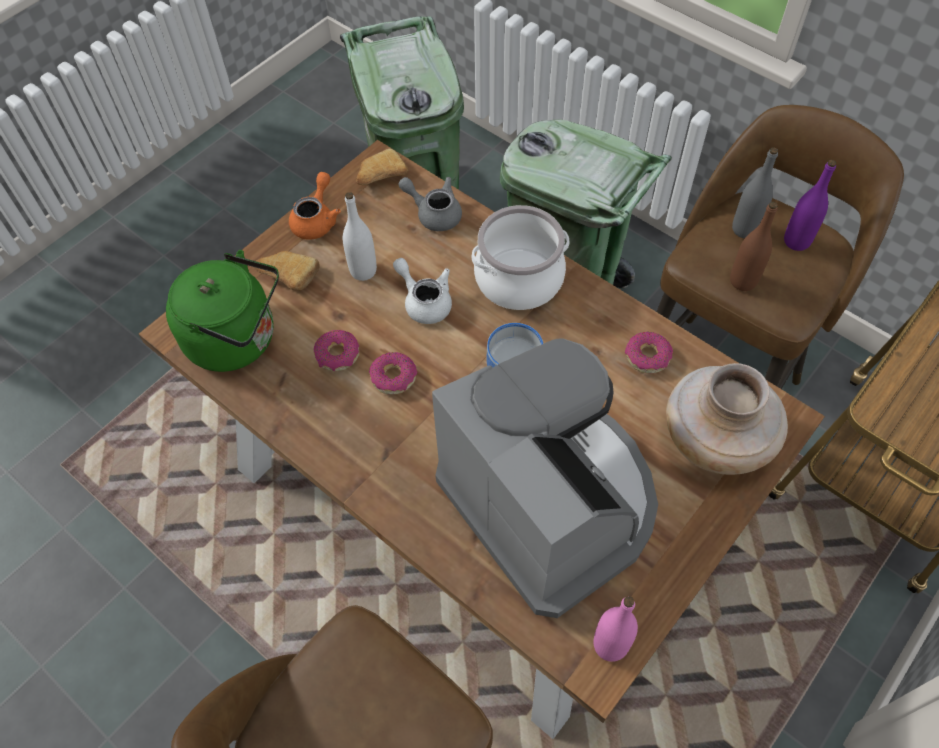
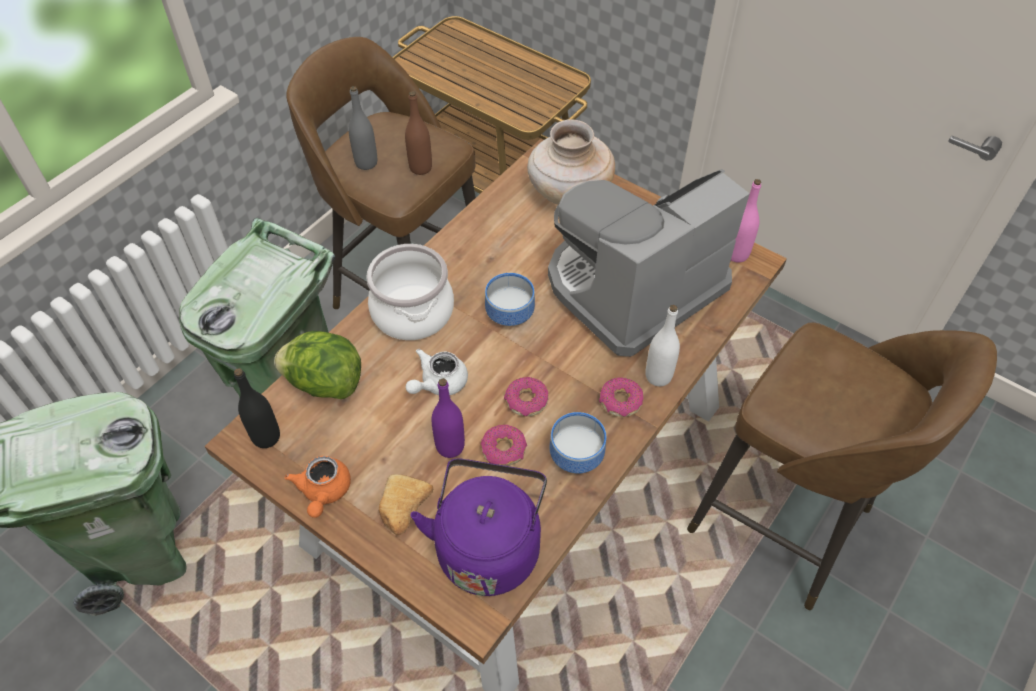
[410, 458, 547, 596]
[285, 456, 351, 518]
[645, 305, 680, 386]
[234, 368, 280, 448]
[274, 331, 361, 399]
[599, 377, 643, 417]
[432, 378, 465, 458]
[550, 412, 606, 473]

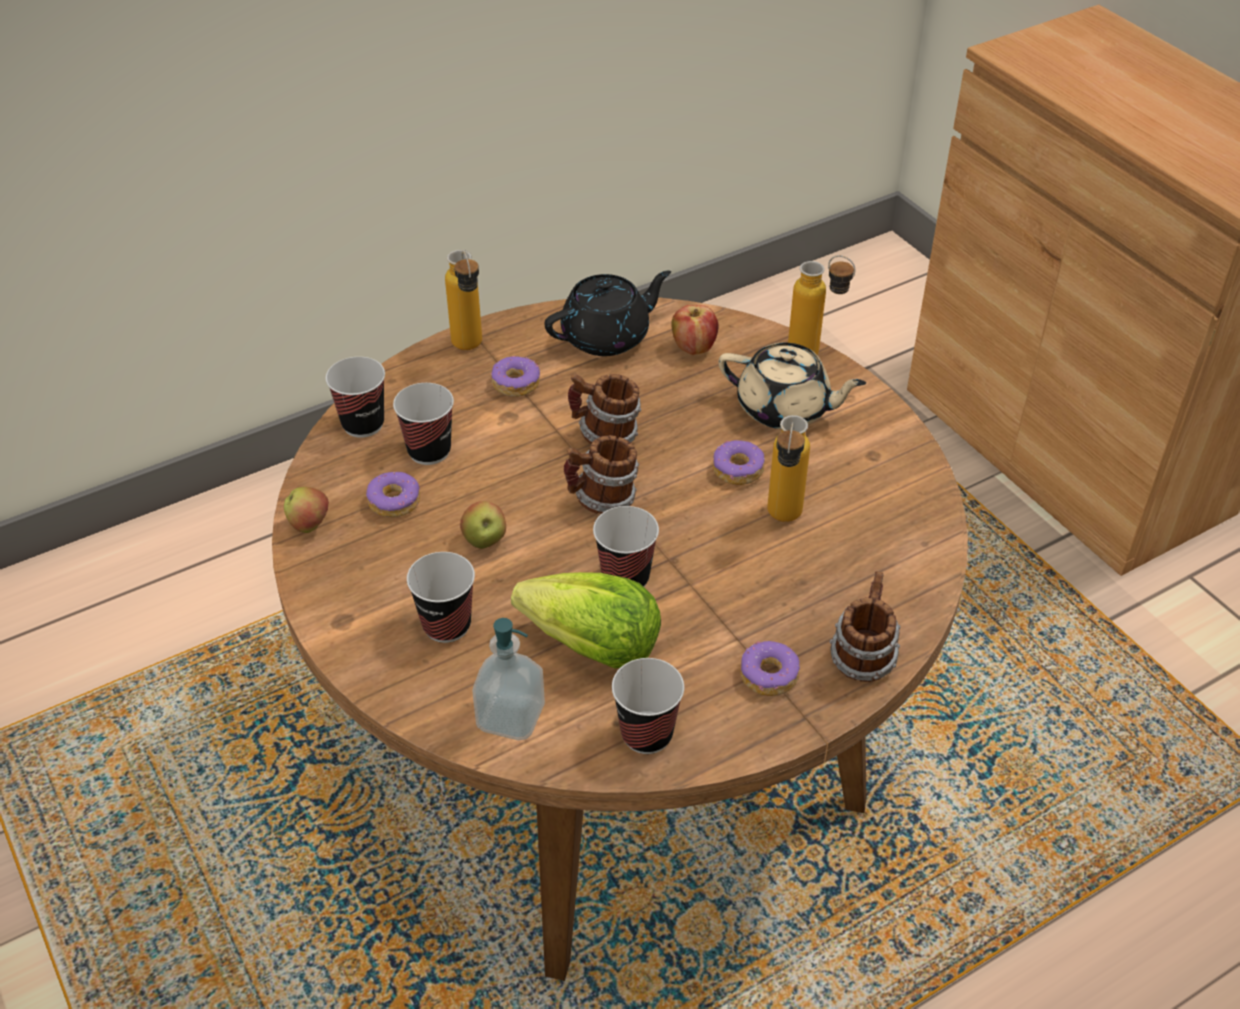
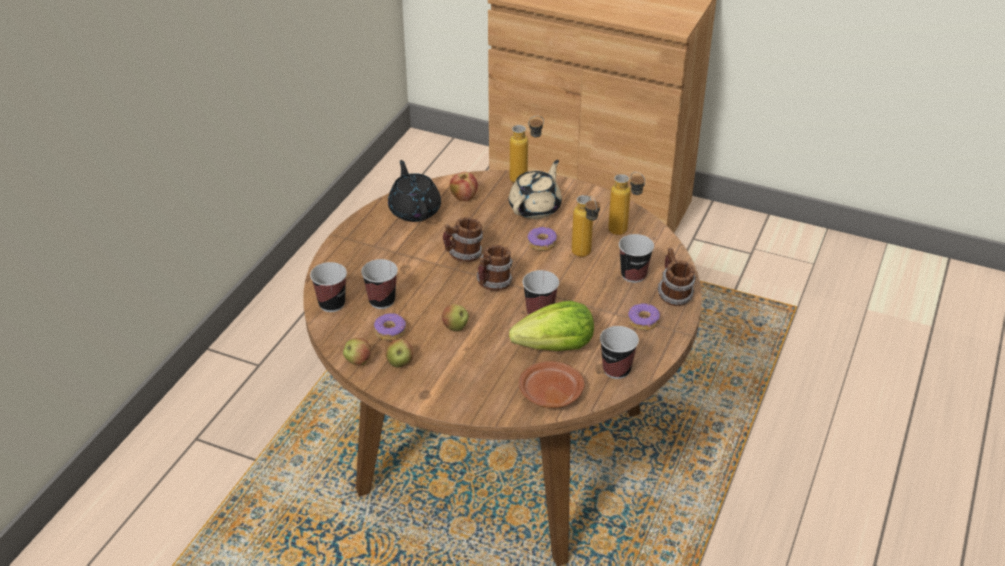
[619, 234, 654, 283]
[608, 172, 645, 235]
[519, 361, 585, 408]
[491, 356, 540, 397] (first image)
[388, 160, 441, 222]
[509, 160, 562, 219]
[385, 339, 413, 368]

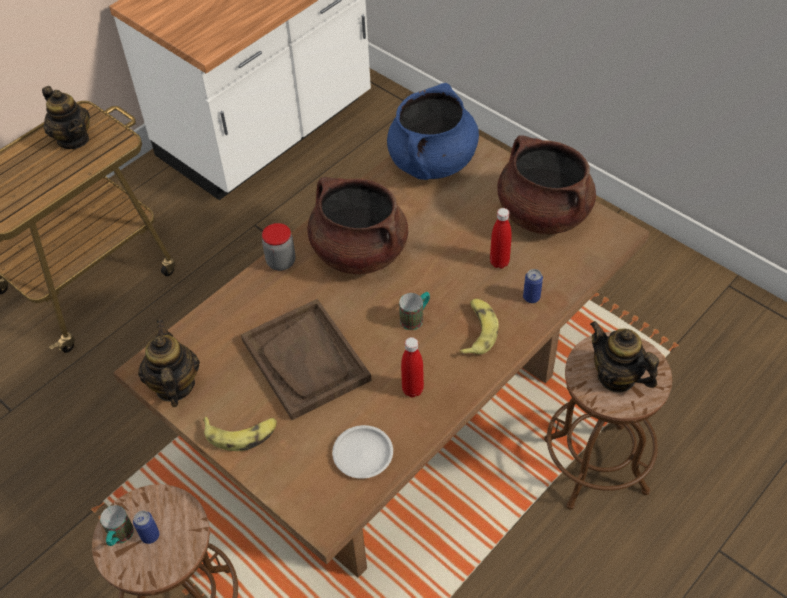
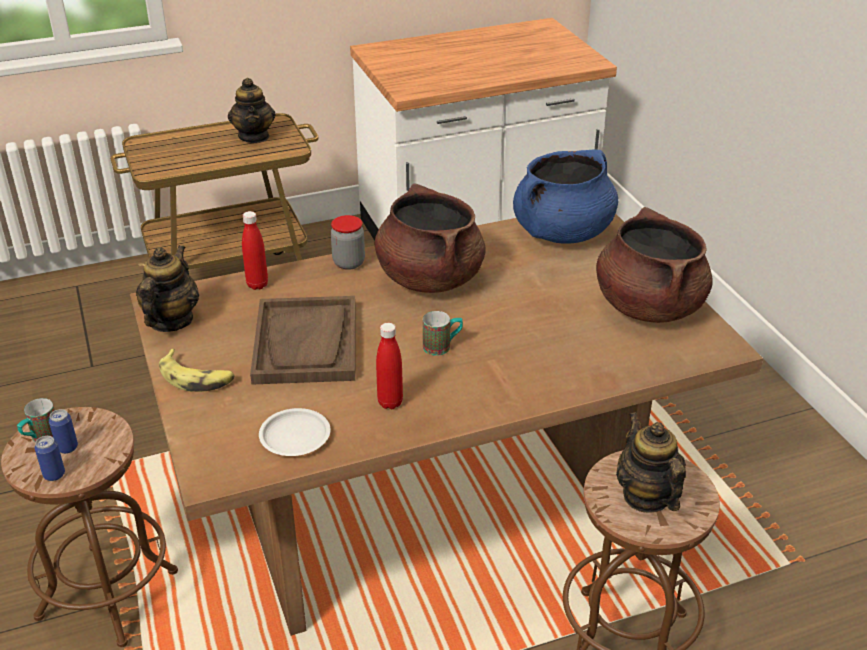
[459, 299, 499, 355] (first image)
[242, 211, 268, 290]
[35, 436, 65, 481]

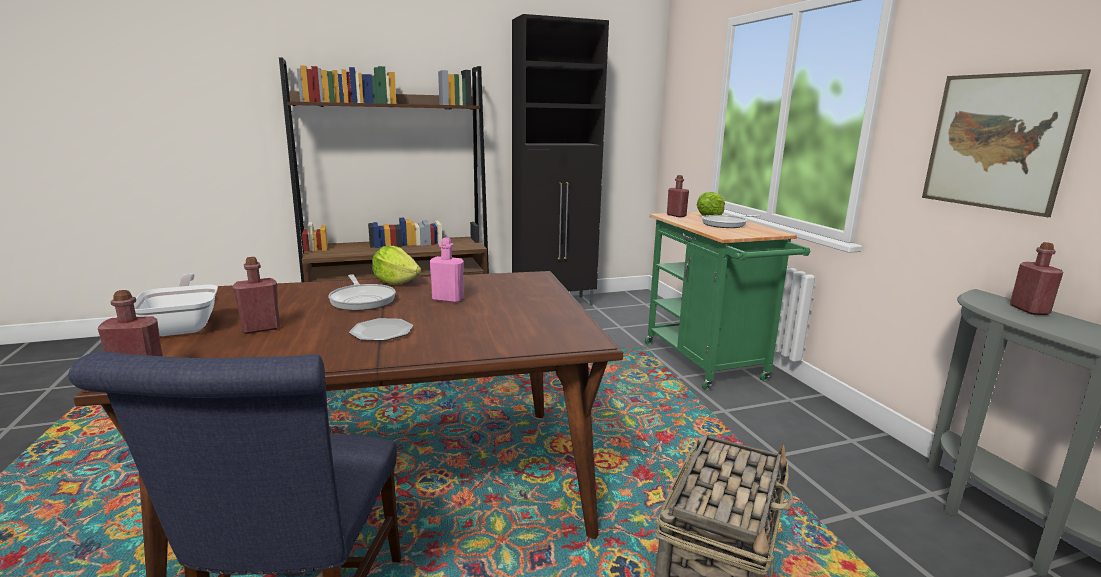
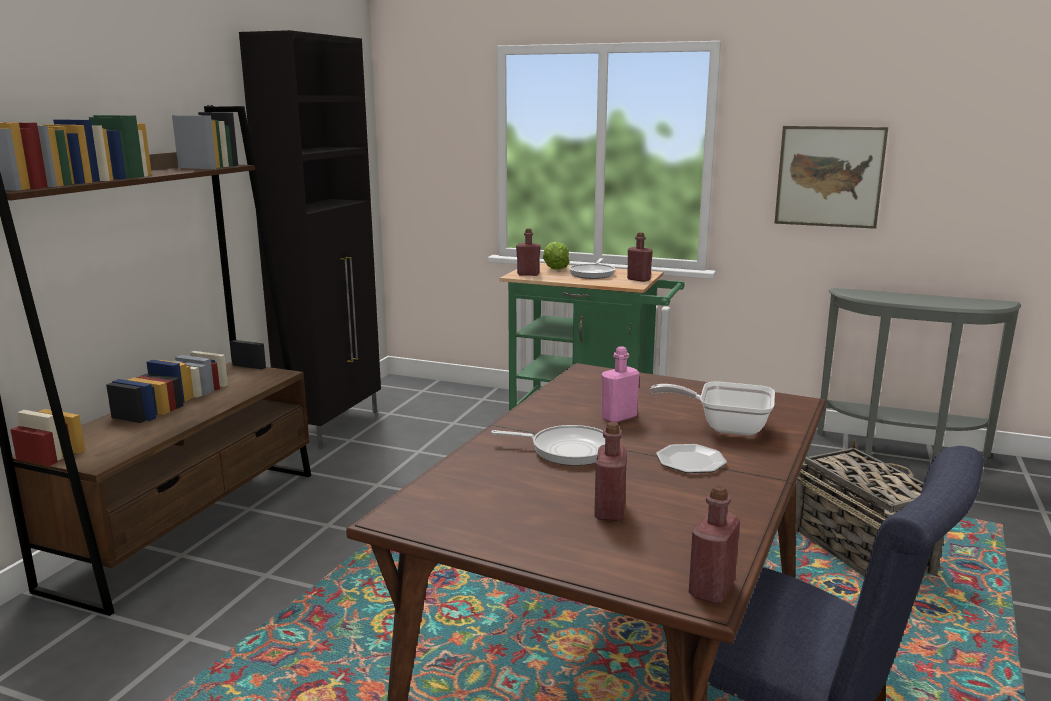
[650, 381, 775, 436]
[372, 246, 421, 285] (first image)
[627, 232, 653, 282]

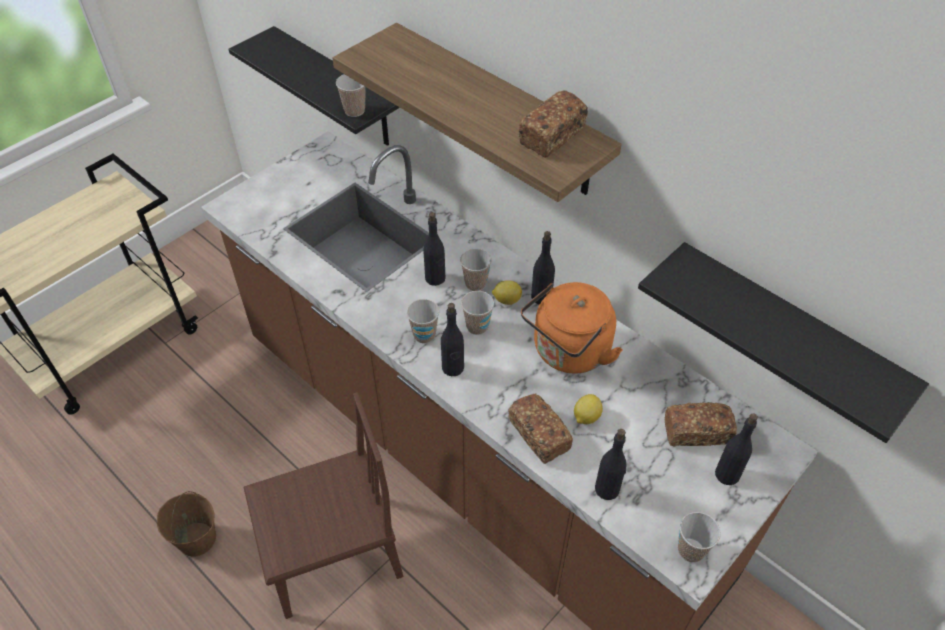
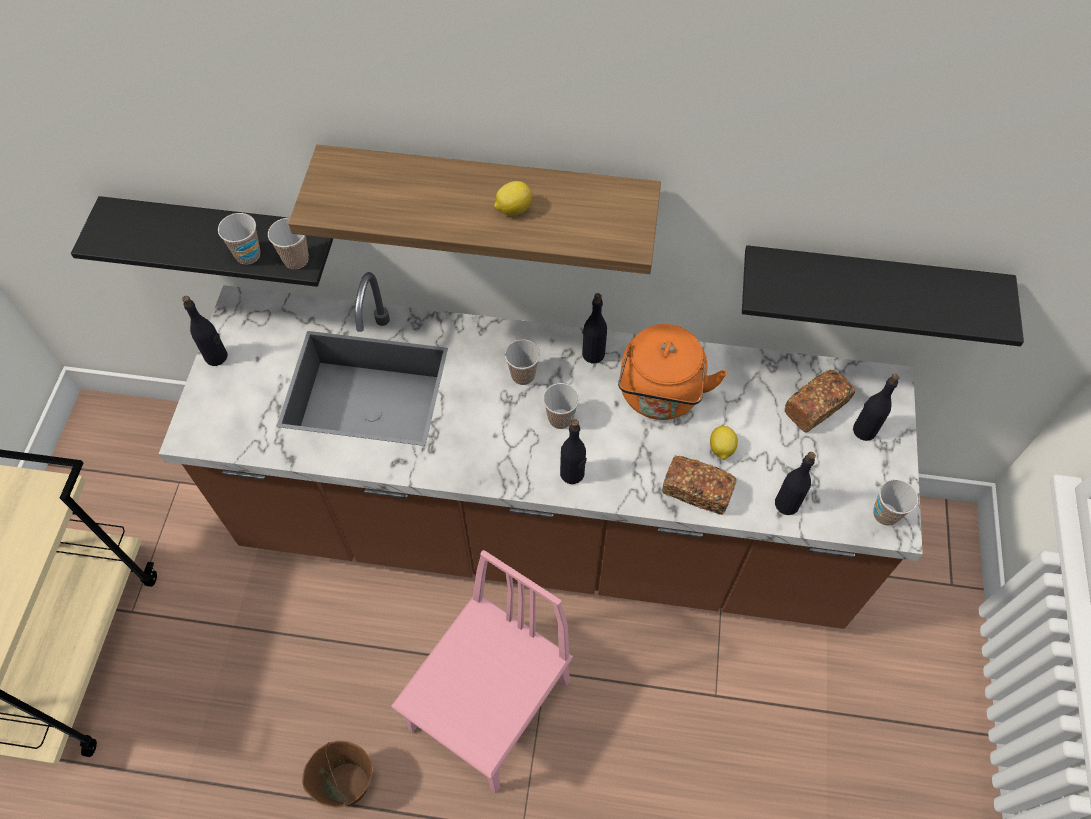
[391, 550, 573, 793]
[218, 213, 260, 265]
[182, 296, 228, 366]
[494, 181, 532, 215]
[518, 90, 588, 158] (first image)

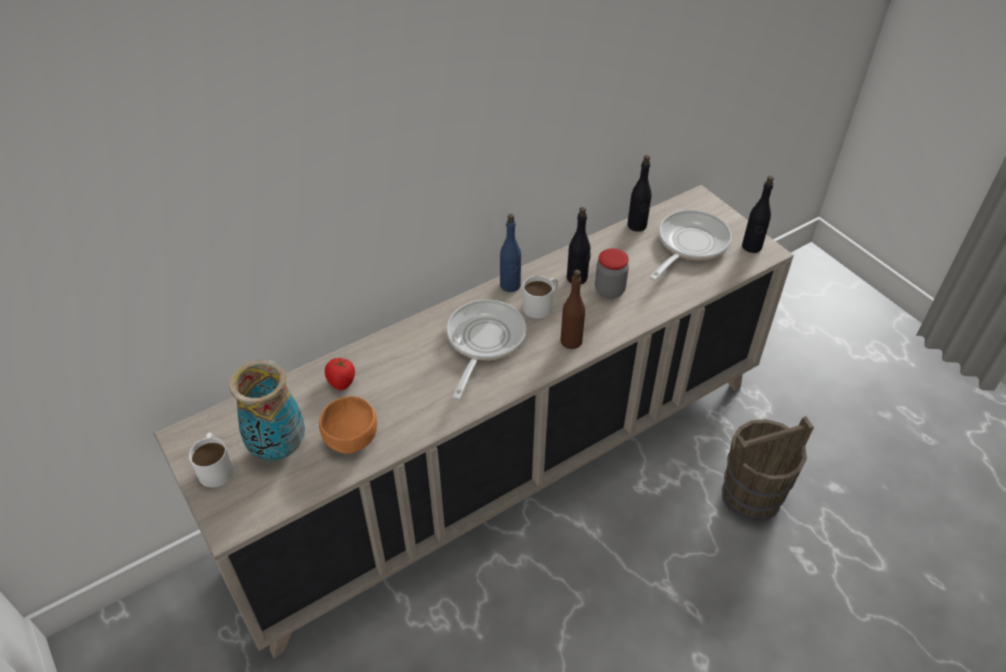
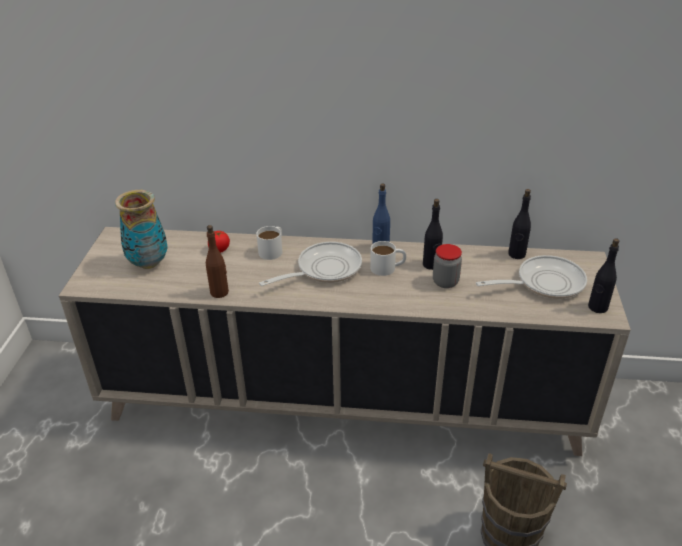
[256, 226, 282, 260]
[319, 396, 377, 454] (first image)
[206, 225, 229, 298]

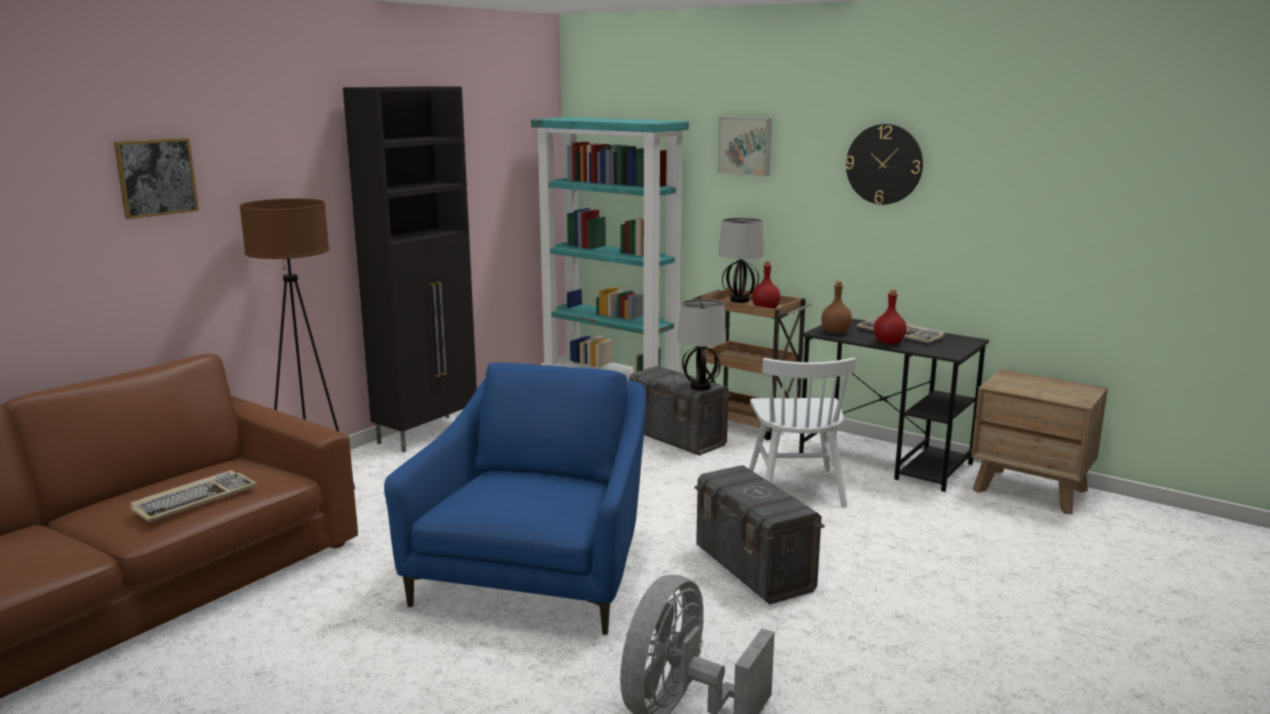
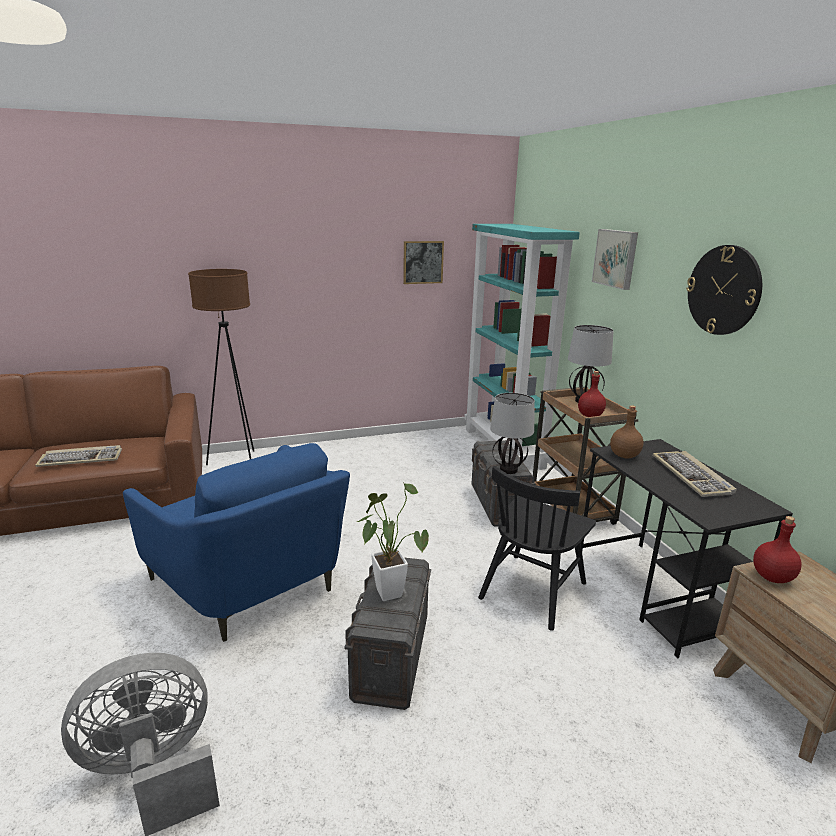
[403, 241, 444, 284]
[343, 86, 477, 452] (first image)
[123, 443, 350, 642]
[478, 466, 596, 631]
[753, 516, 802, 583]
[357, 482, 429, 601]

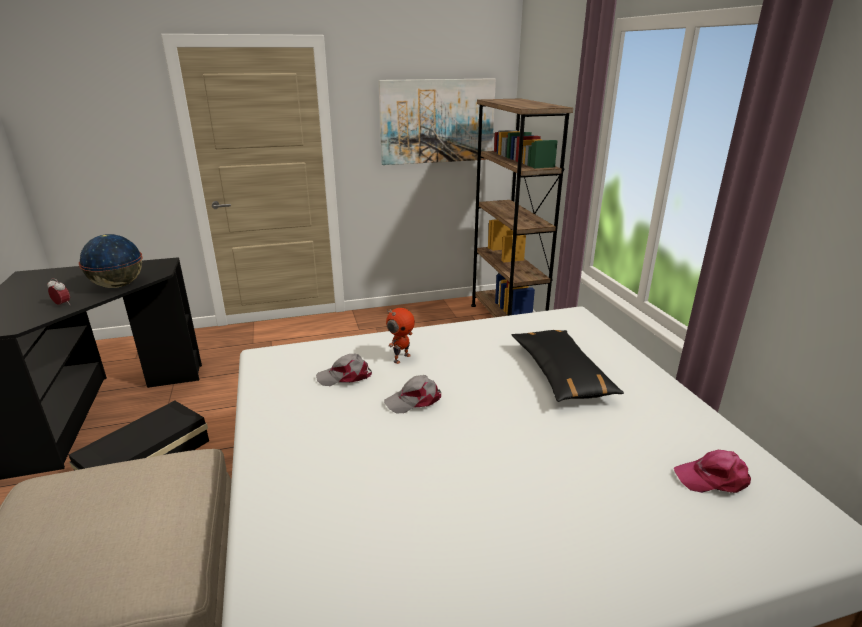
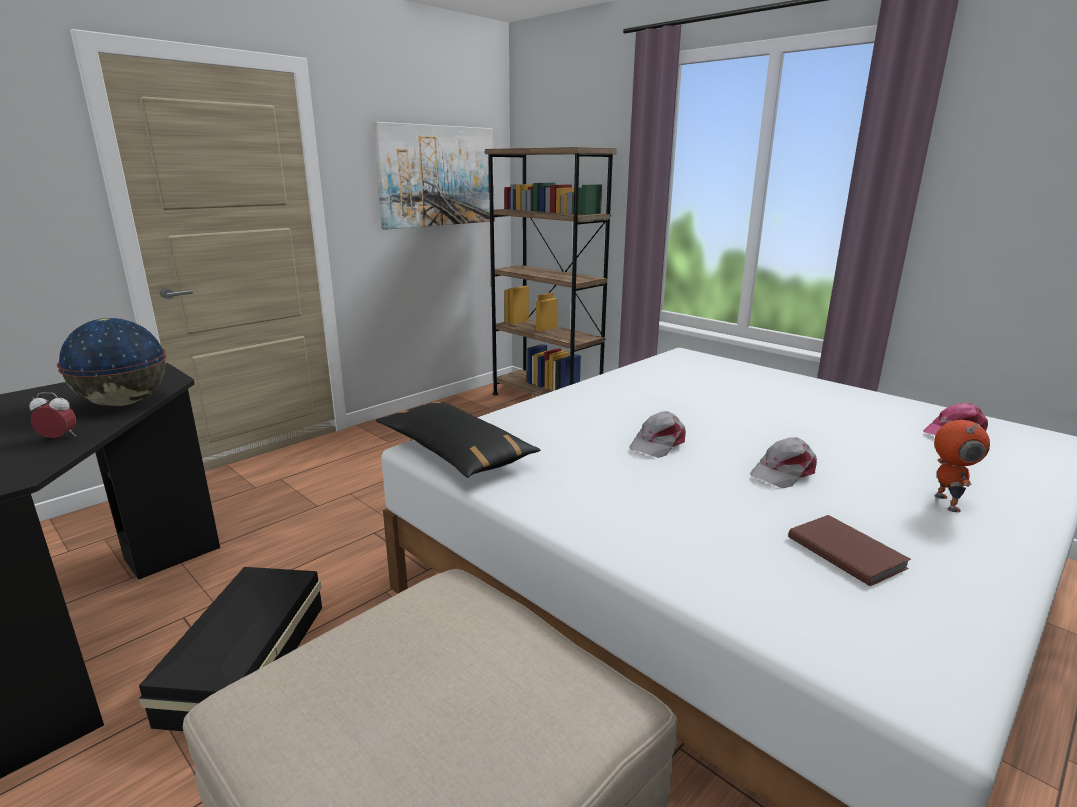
[750, 437, 817, 488]
[934, 420, 990, 512]
[376, 402, 541, 478]
[788, 515, 911, 586]

